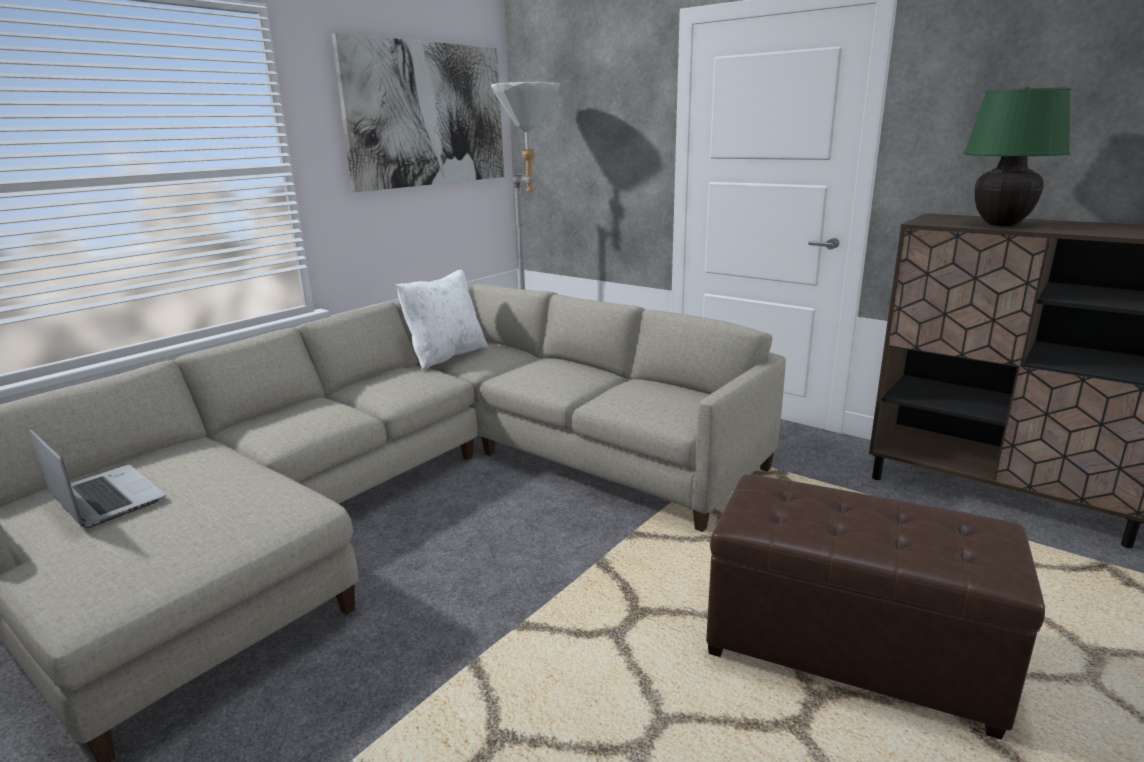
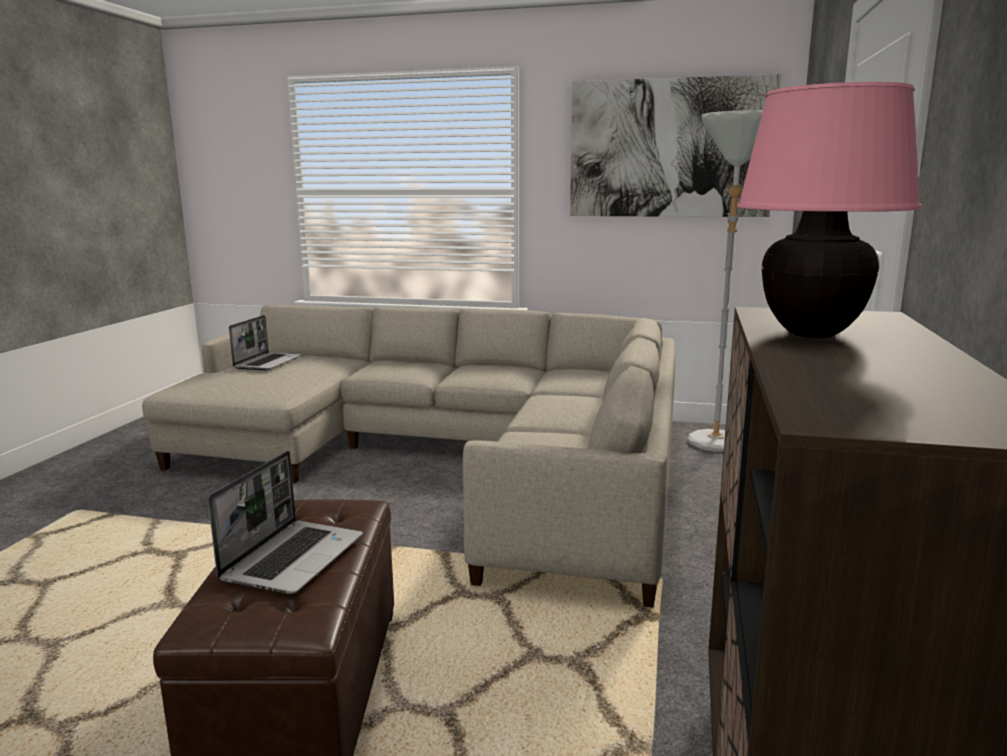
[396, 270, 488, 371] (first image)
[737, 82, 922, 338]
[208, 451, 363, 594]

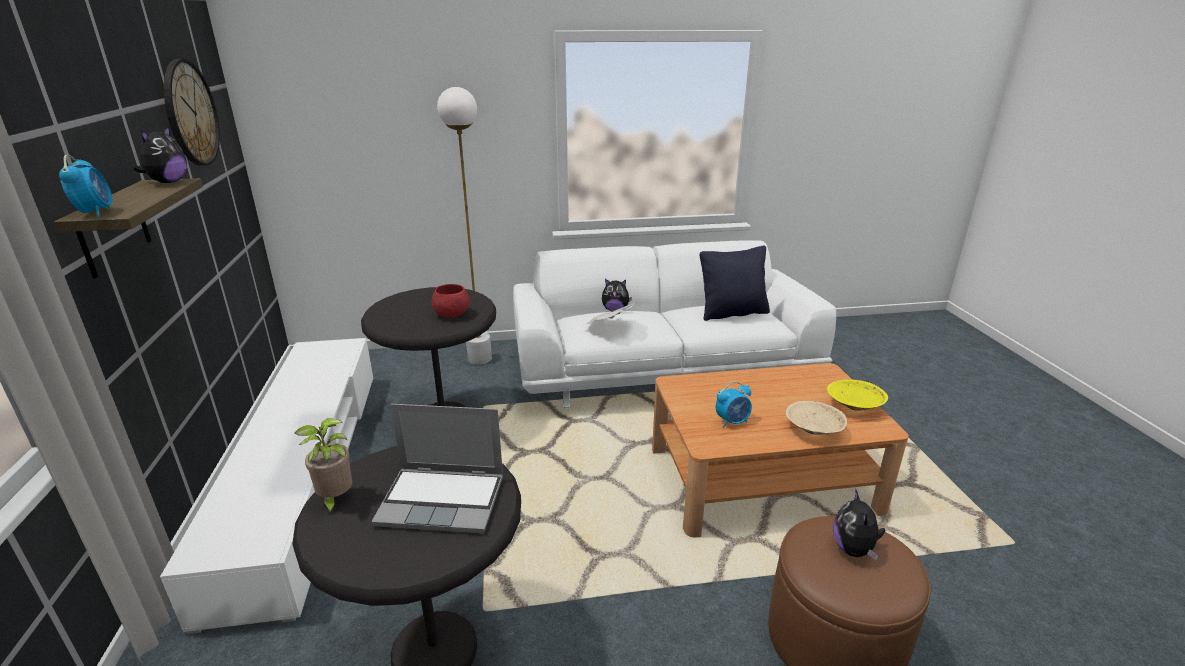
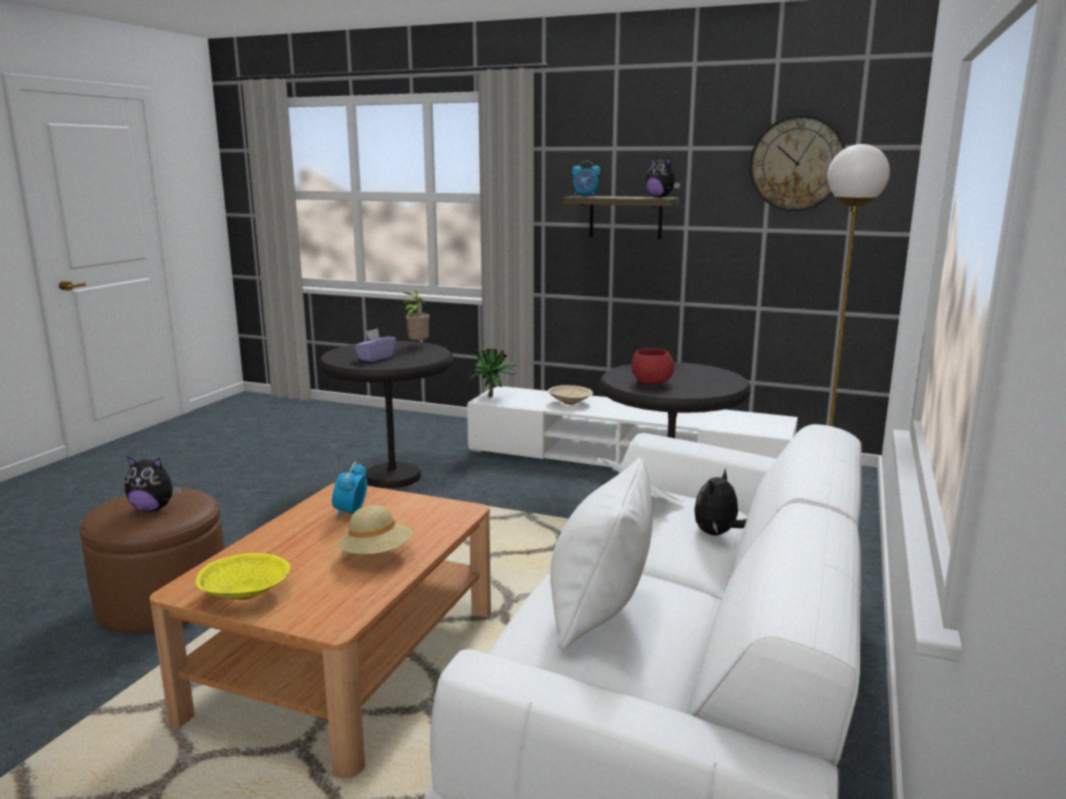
[354, 328, 396, 362]
[550, 458, 653, 650]
[548, 385, 593, 405]
[125, 456, 181, 512]
[338, 505, 413, 554]
[469, 349, 516, 397]

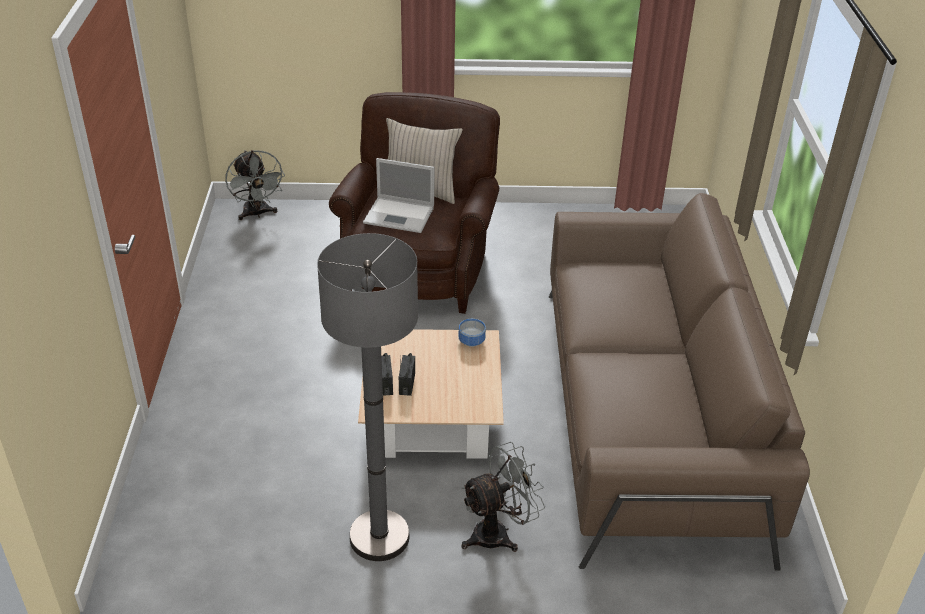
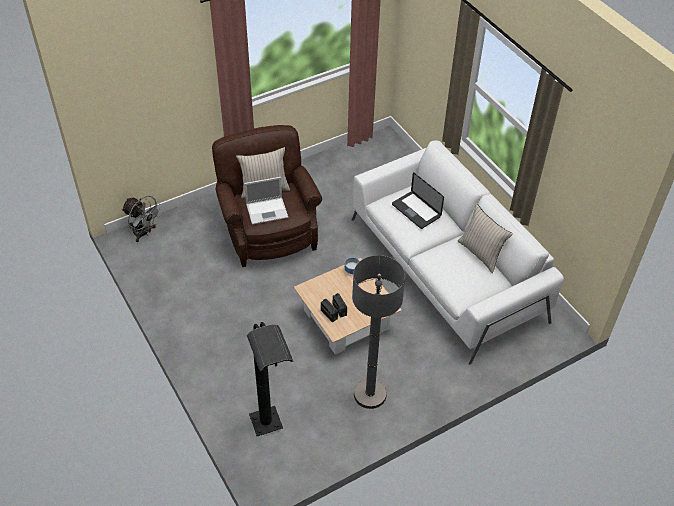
[461, 442, 545, 552] (first image)
[352, 141, 564, 365]
[247, 322, 294, 436]
[392, 172, 444, 229]
[458, 203, 513, 273]

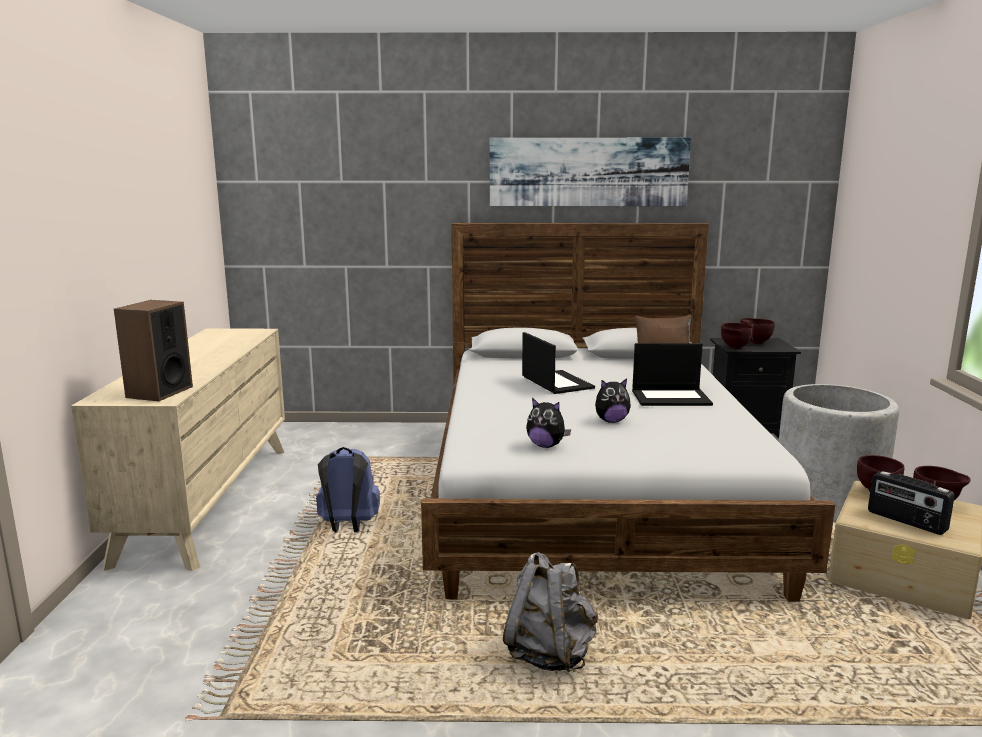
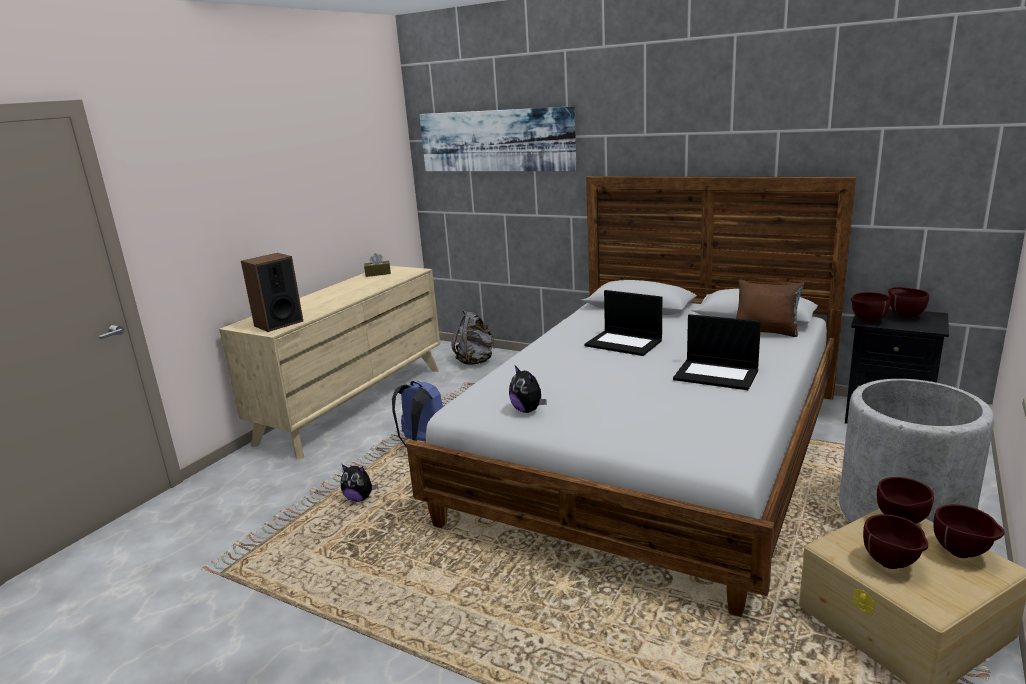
[419, 106, 577, 171]
[451, 309, 495, 365]
[584, 290, 662, 356]
[341, 464, 378, 502]
[863, 514, 928, 569]
[364, 253, 391, 277]

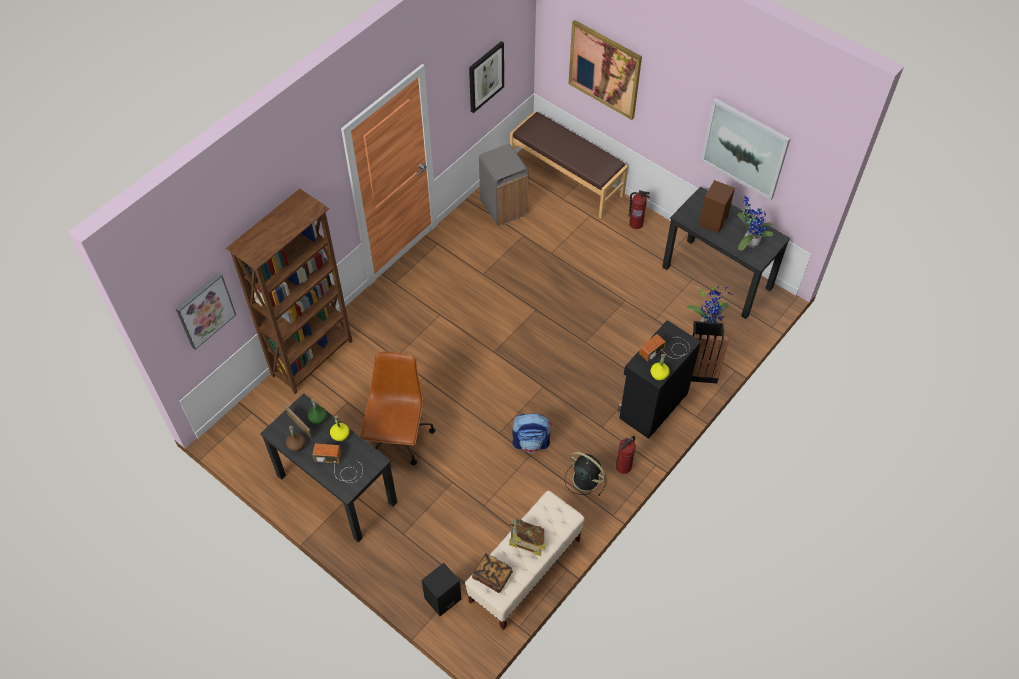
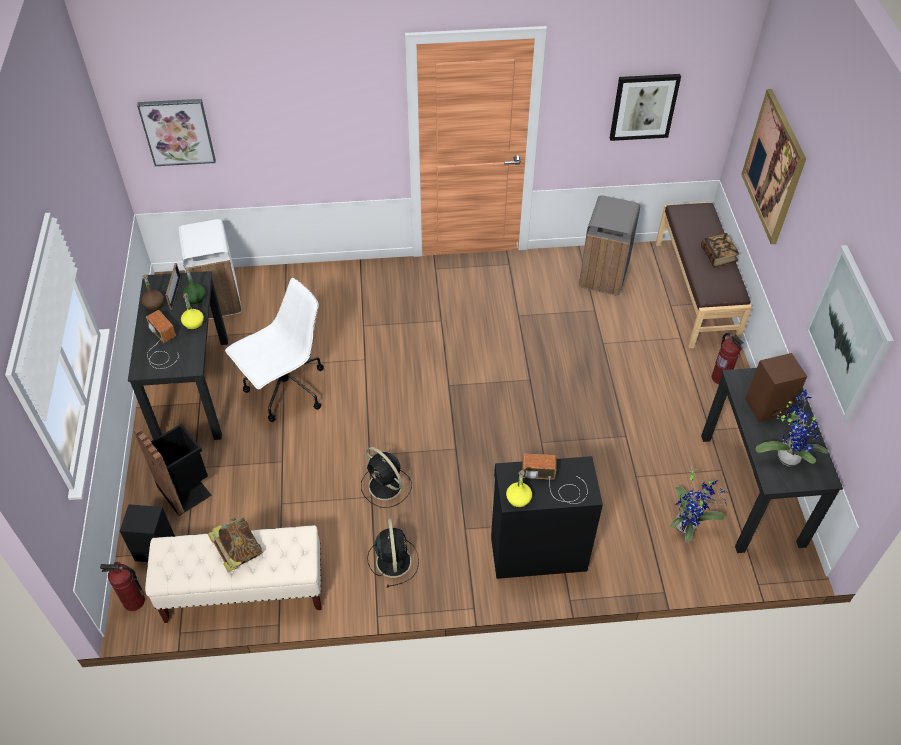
[226, 189, 353, 394] (first image)
[225, 278, 324, 422]
[701, 233, 739, 268]
[361, 447, 412, 508]
[100, 562, 145, 611]
[133, 423, 212, 516]
[178, 219, 242, 319]

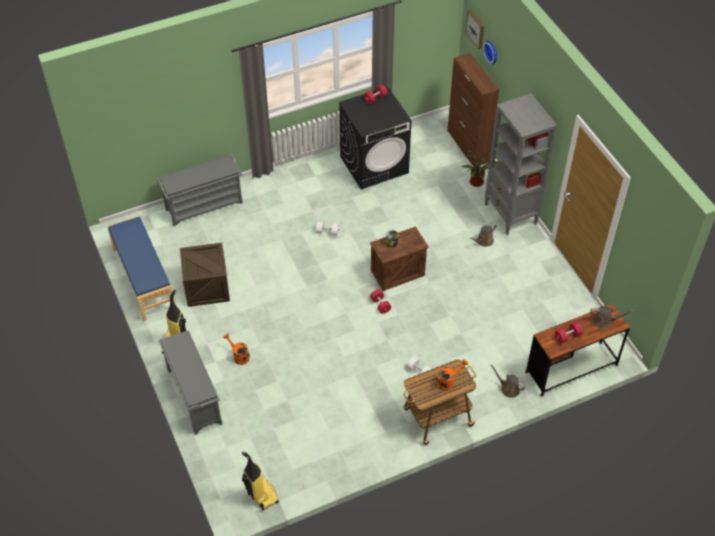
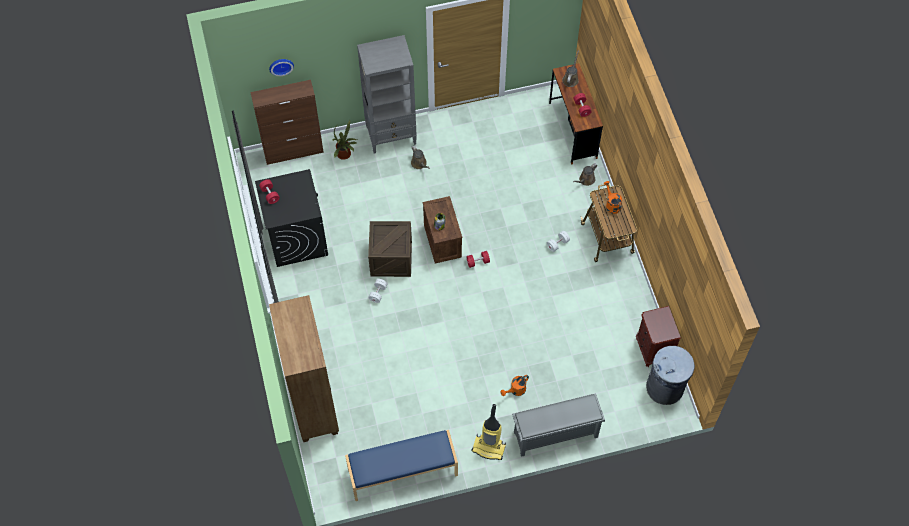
[269, 295, 339, 442]
[368, 221, 412, 277]
[646, 346, 695, 405]
[465, 9, 484, 49] (first image)
[636, 306, 681, 367]

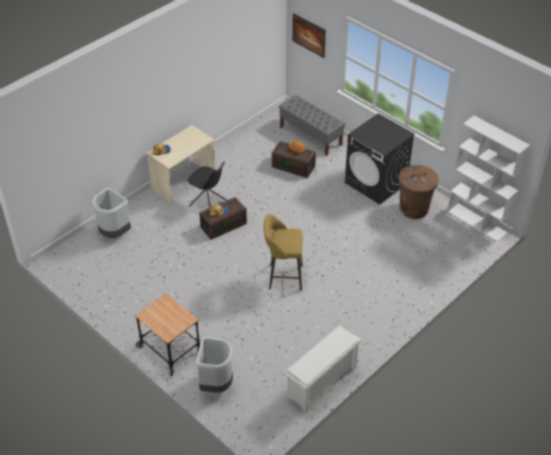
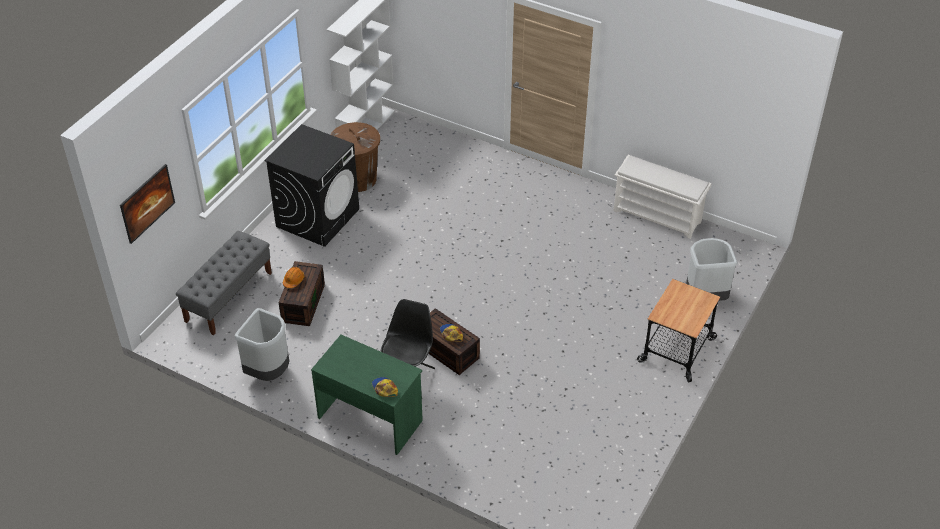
[235, 308, 289, 381]
[311, 335, 423, 455]
[264, 214, 303, 291] (first image)

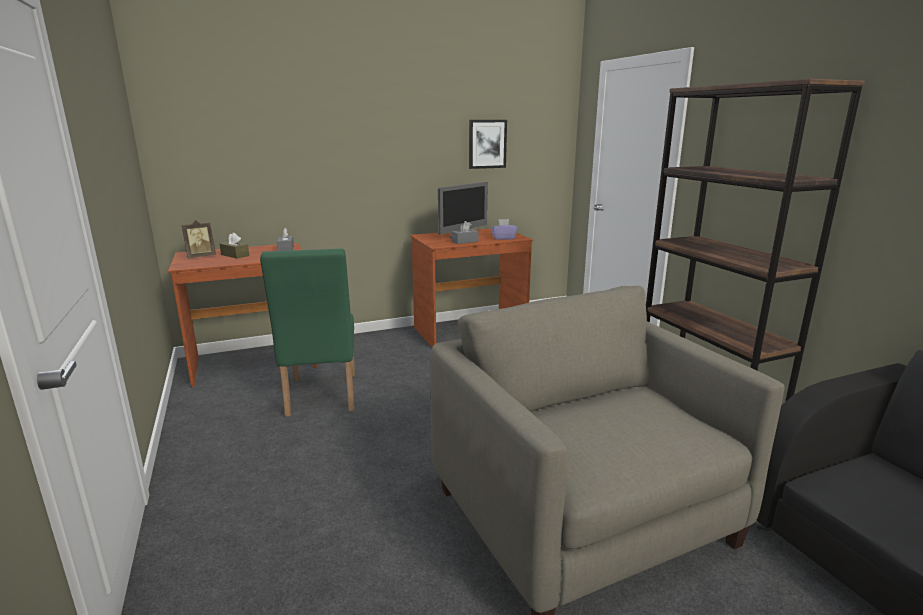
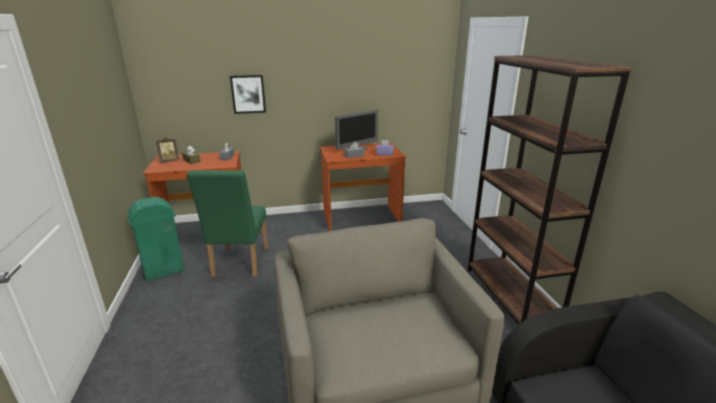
[230, 75, 266, 114]
[127, 197, 185, 282]

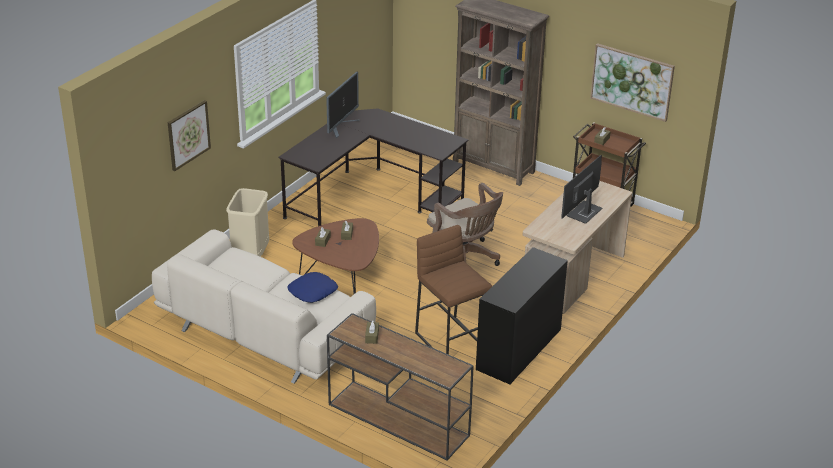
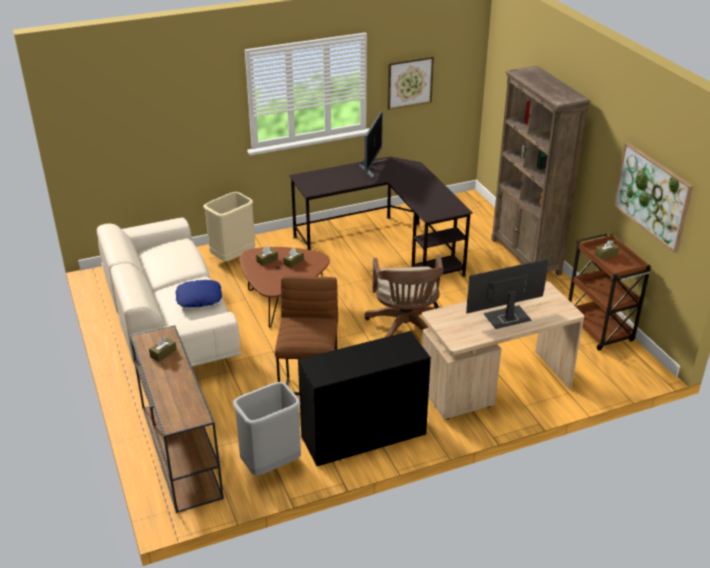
[387, 56, 434, 110]
[359, 111, 386, 178]
[233, 382, 301, 476]

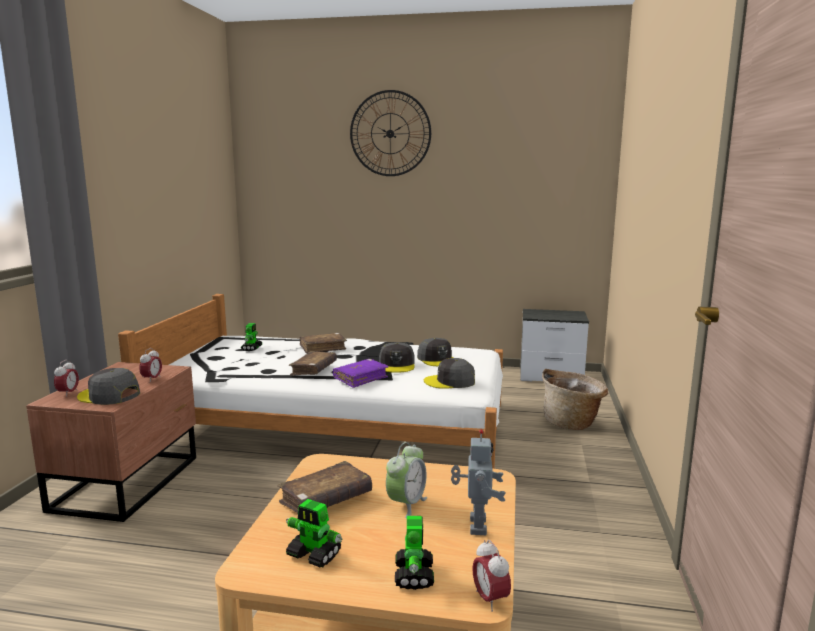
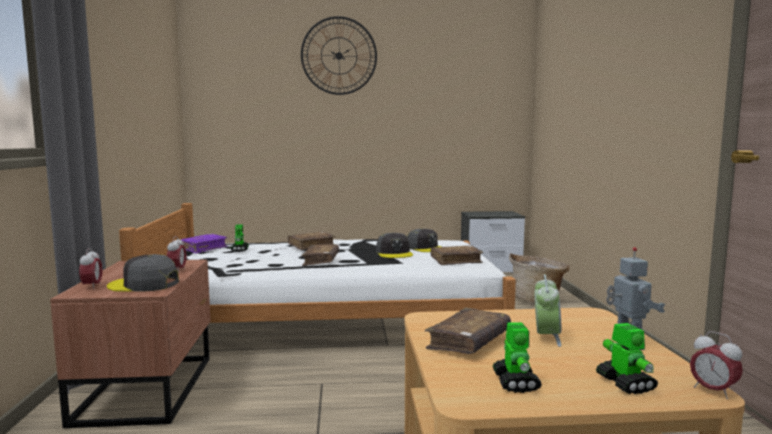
[493, 322, 542, 393]
[180, 234, 228, 253]
[431, 245, 483, 265]

